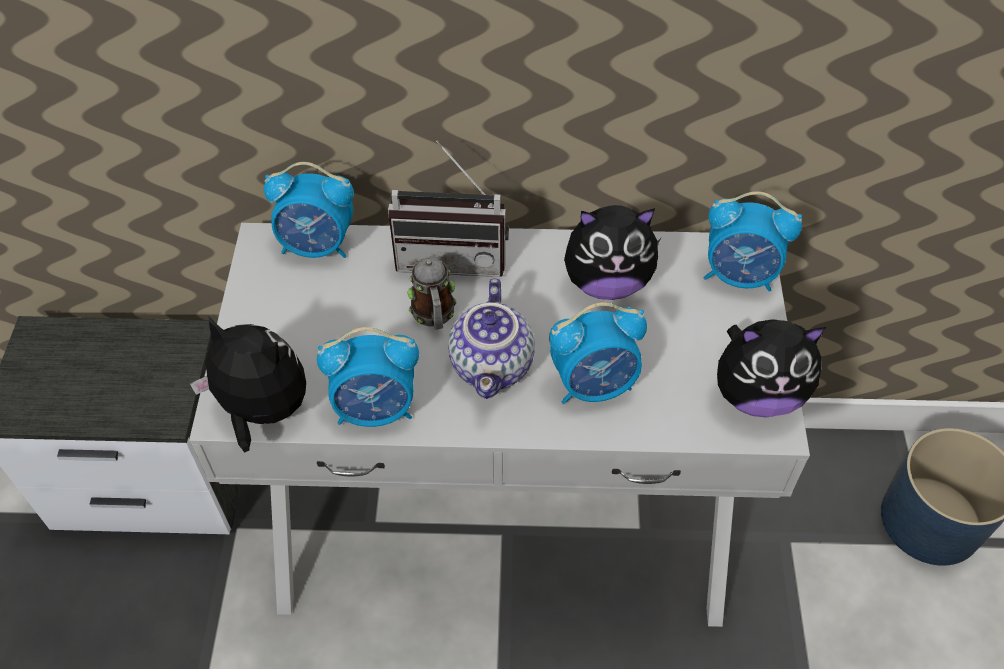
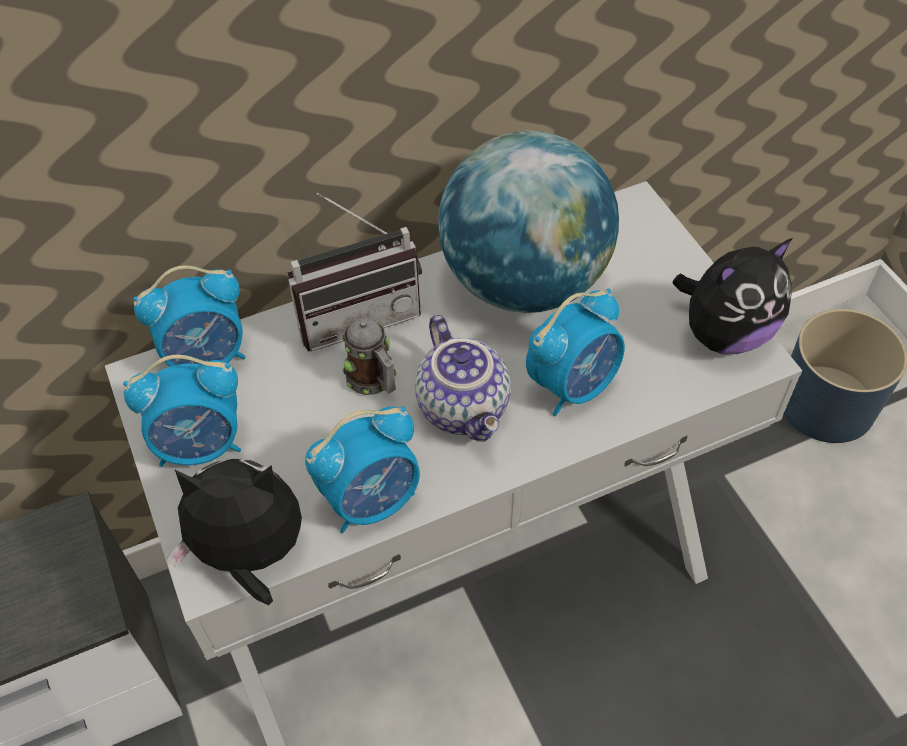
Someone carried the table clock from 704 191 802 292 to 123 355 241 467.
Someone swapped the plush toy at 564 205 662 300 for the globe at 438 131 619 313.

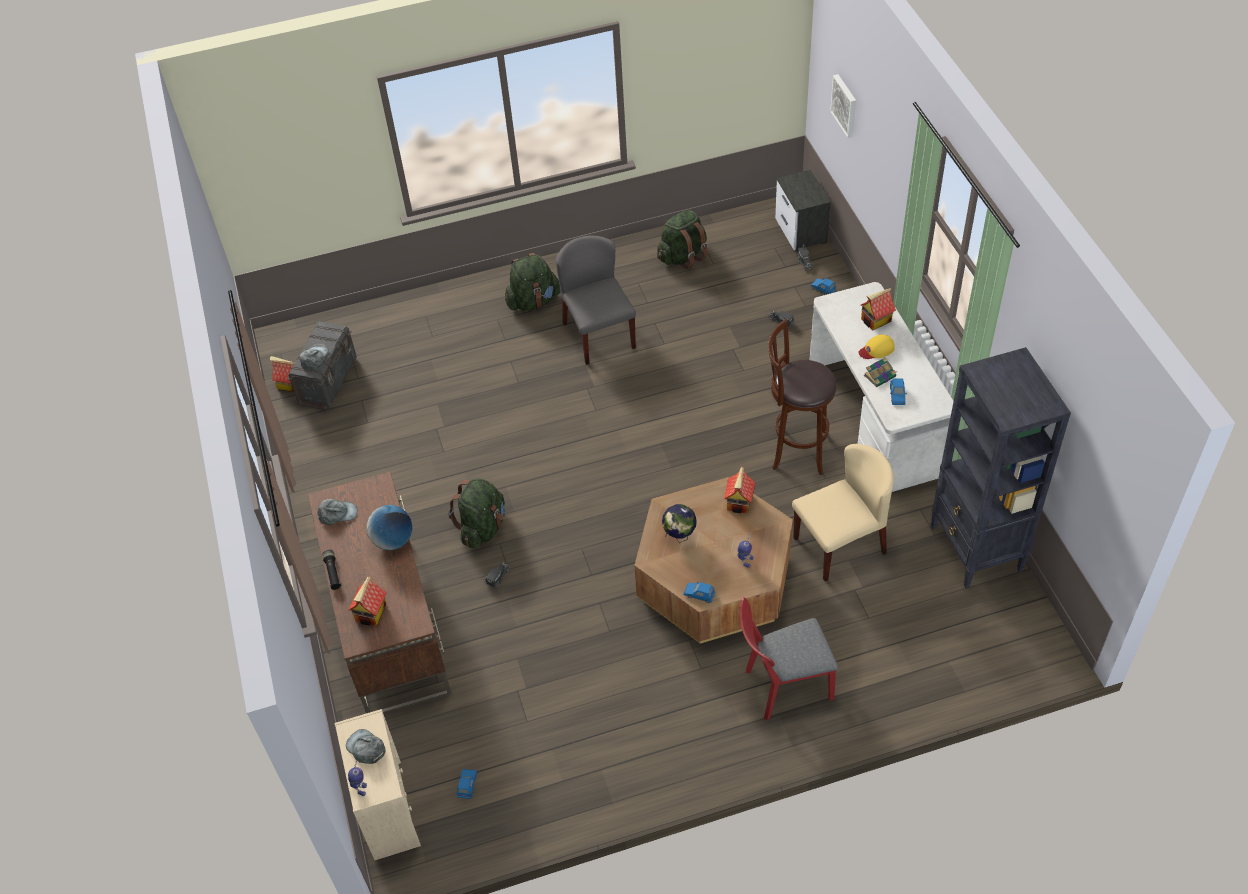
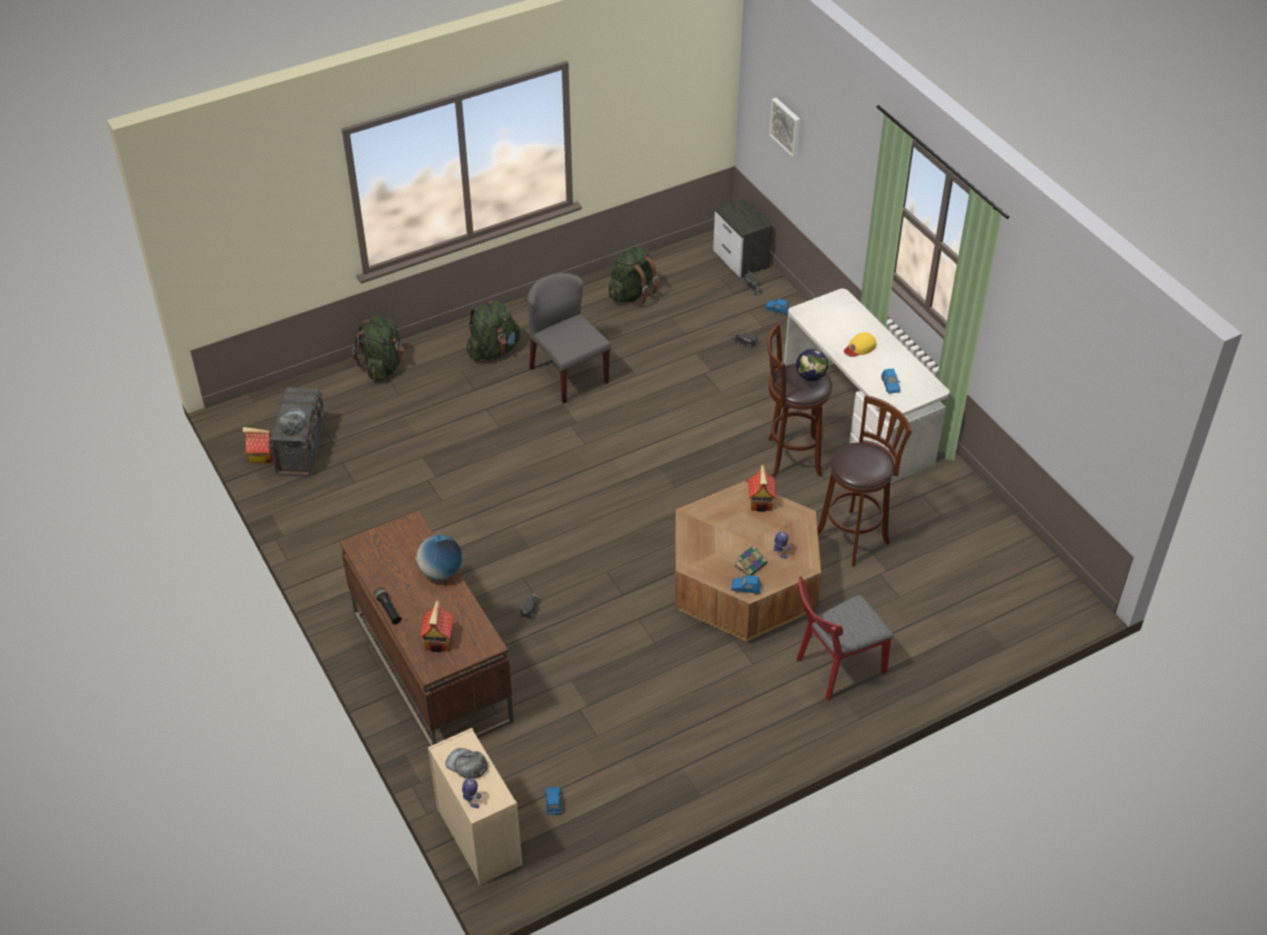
Someone took away the toy house at 861 288 896 330.
Someone took away the black shelving unit at 930 347 1071 588.
Someone carried the book from 864 357 896 387 to 734 544 767 576.
Someone swapped the beige-coloured chair at 792 444 894 581 for the brown sitting stool at 817 395 912 567.
Someone carried the green knapsack from 448 479 505 549 to 353 316 404 380.
Someone took away the grey peaked cap at 317 499 358 525.
Someone carried the globe from 662 504 697 543 to 796 349 828 387.

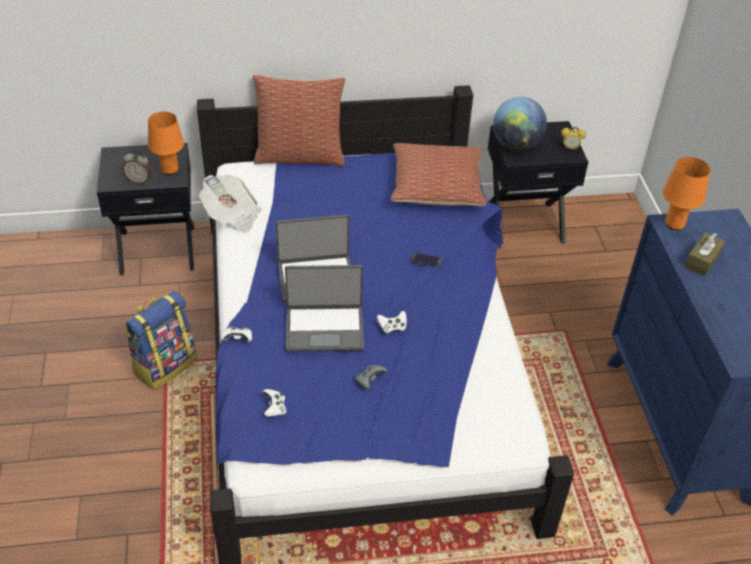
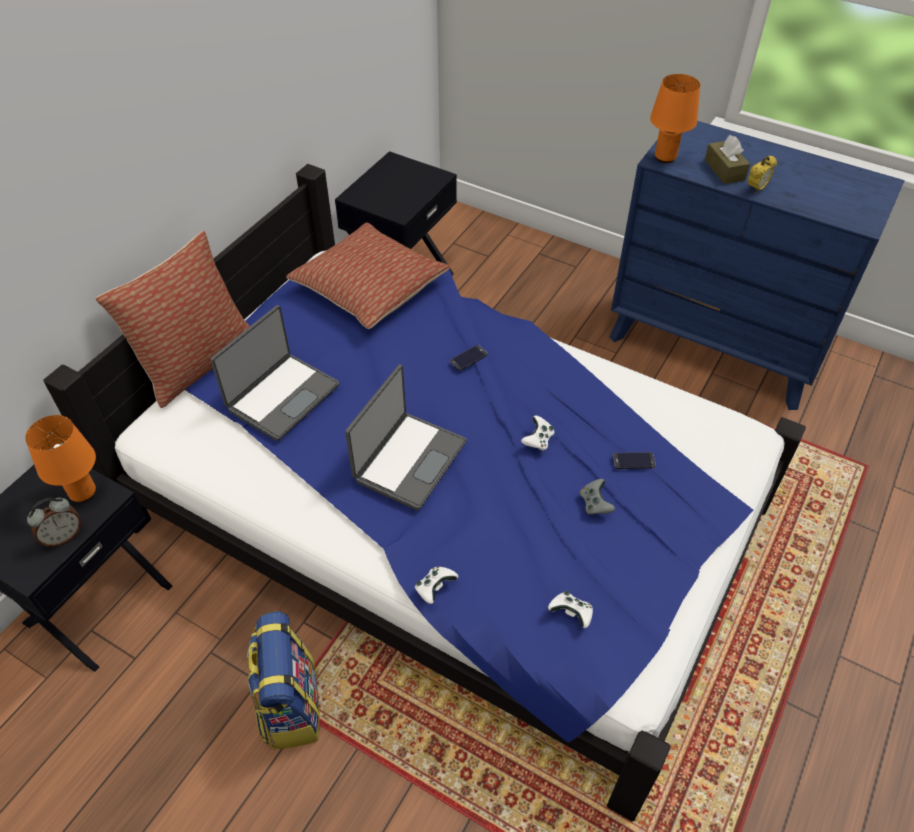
Someone took away the globe at 493 97 547 150.
Someone carried the table clock from 561 127 586 150 to 748 156 777 193.
Someone took away the printed paper at 199 175 261 233.
Someone carried the notebook computer from 285 265 364 352 to 210 305 340 441.
Someone put down the handset at 613 452 655 469.

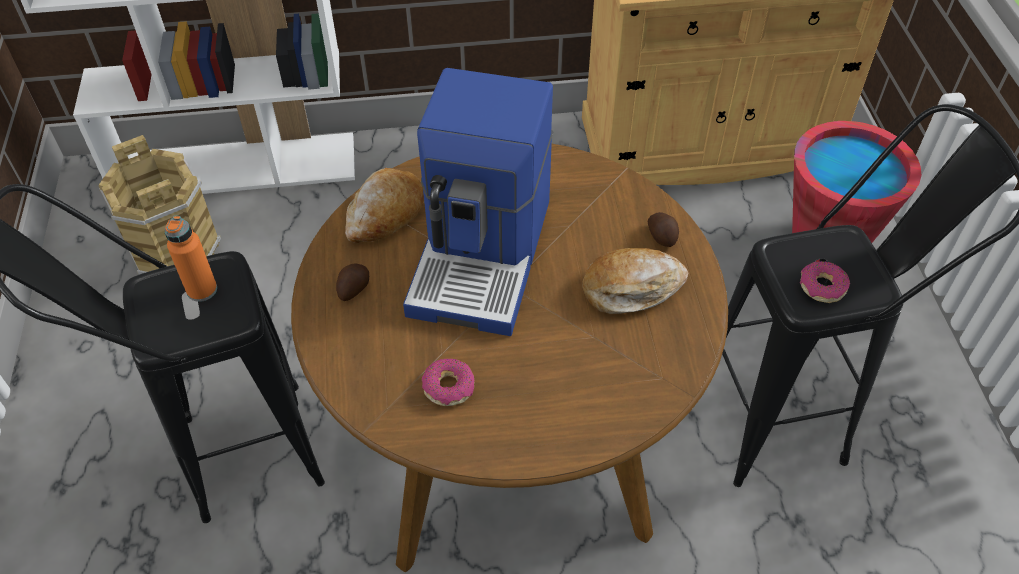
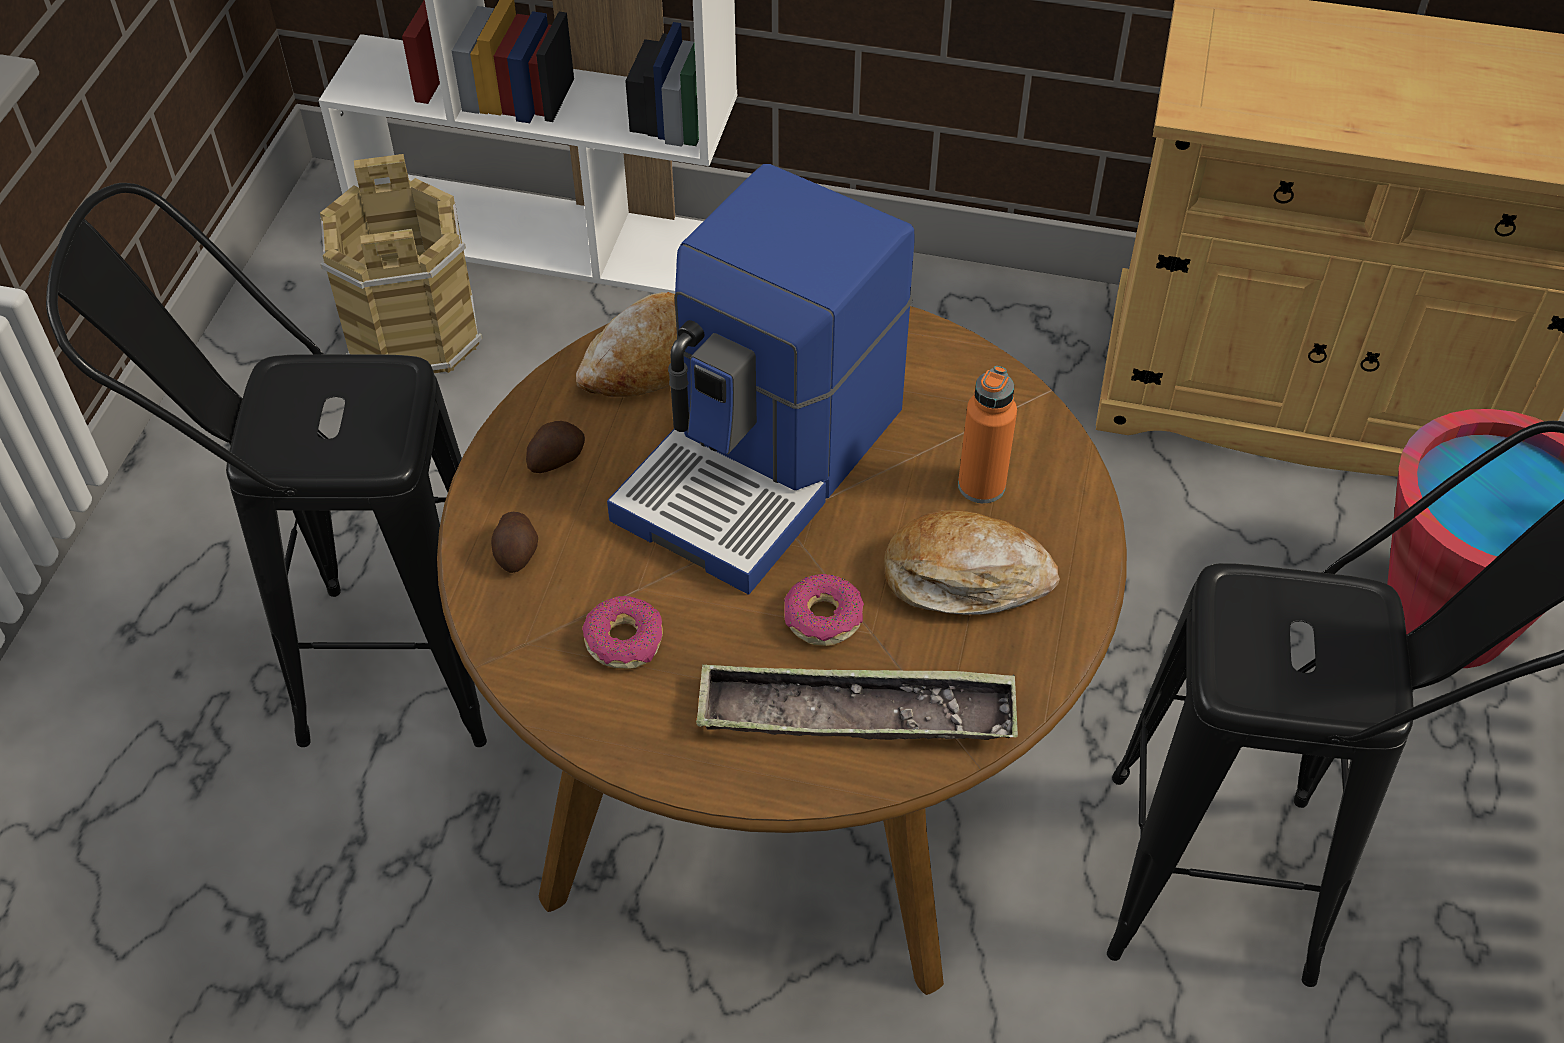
Someone carried the whole potato from 648 212 679 247 to 491 512 538 573.
Someone carried the orange-coloured bottle from 165 216 217 302 to 958 366 1017 503.
Someone carried the ring doughnut from 800 261 850 303 to 784 574 864 646.
Someone put down the tray at 696 663 1018 740.

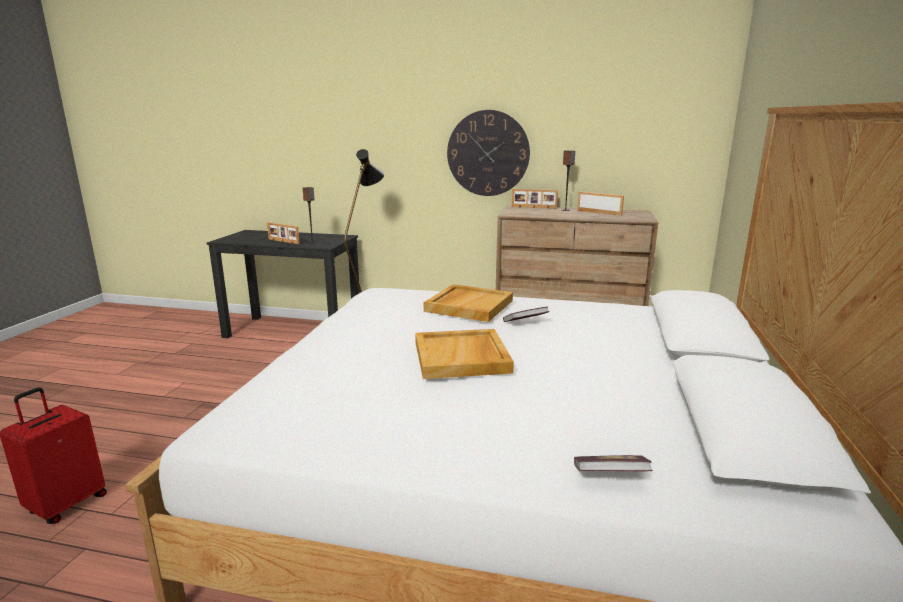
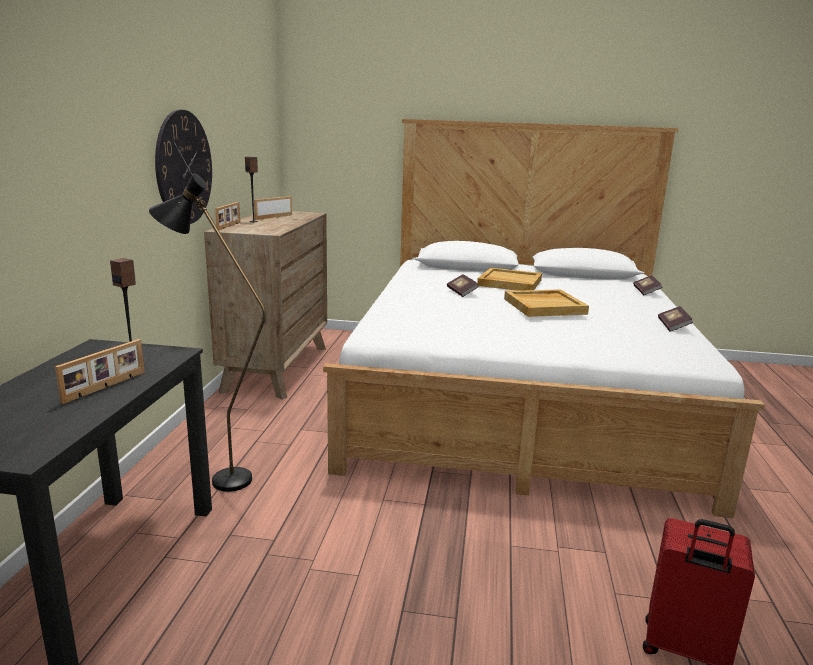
Someone carried the beige-coloured tray from 424 284 513 322 to 477 268 542 291.
Someone put down the book at 658 306 693 332.

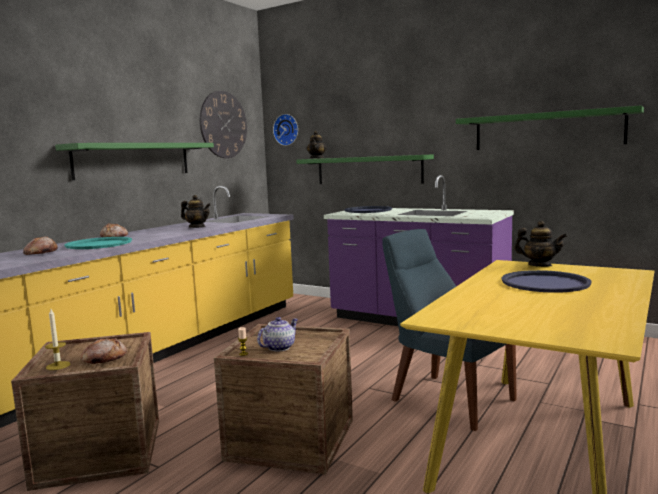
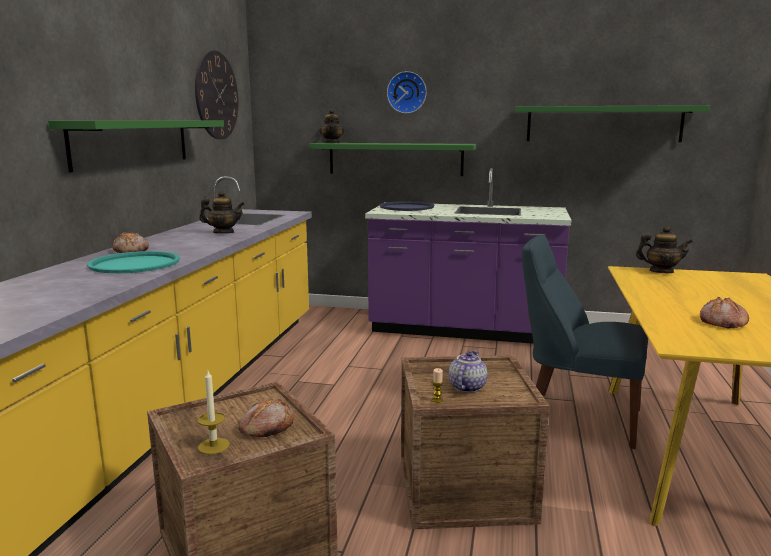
Someone carried the clock on the wall from 273 114 298 146 to 387 71 427 114.
Someone carried the baked bread from 23 236 58 255 to 700 297 749 329.
Someone took away the bluish tray at 501 270 592 293.

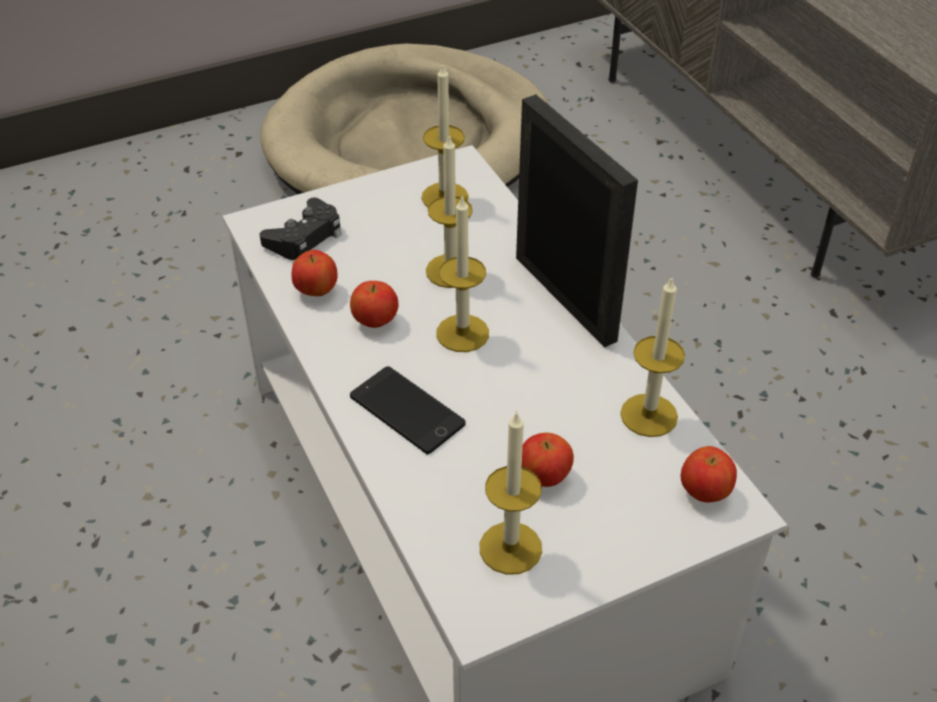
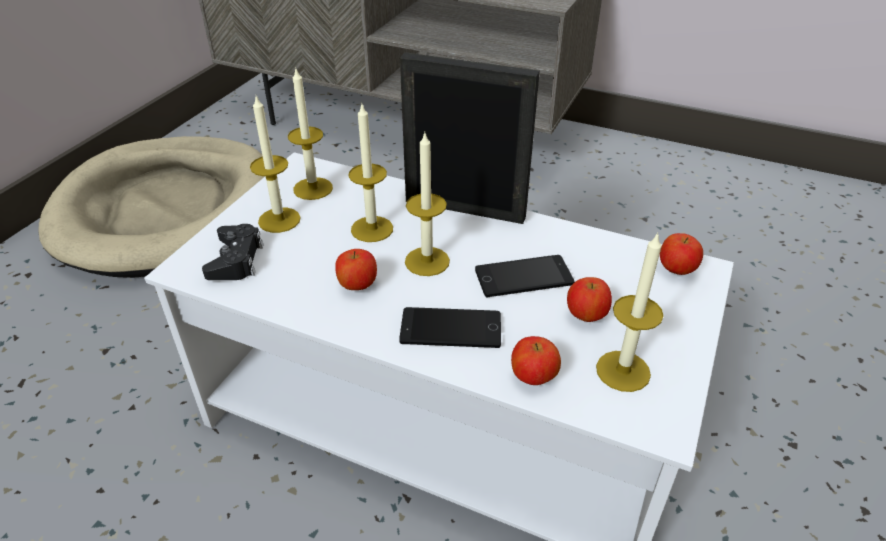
Someone carried the apple from 292 250 338 296 to 511 336 561 385.
Someone carried the wax light from 620 277 685 437 to 250 96 301 233.
Someone put down the handset at 475 255 574 297.

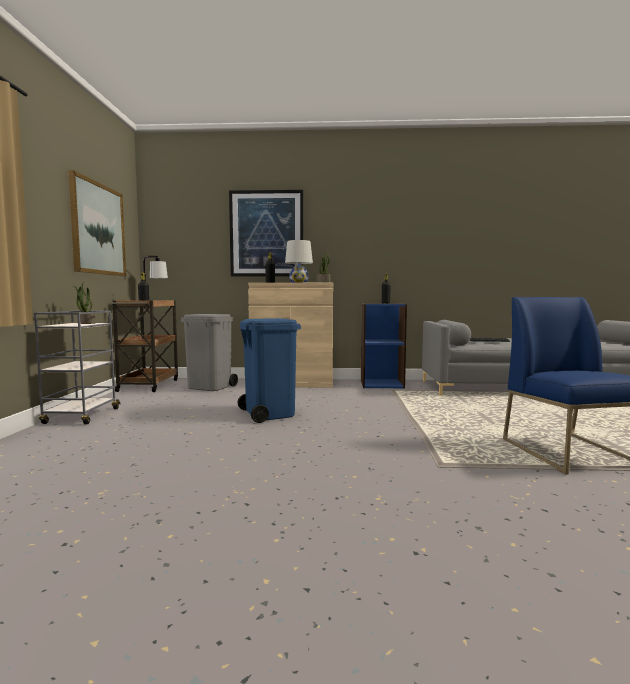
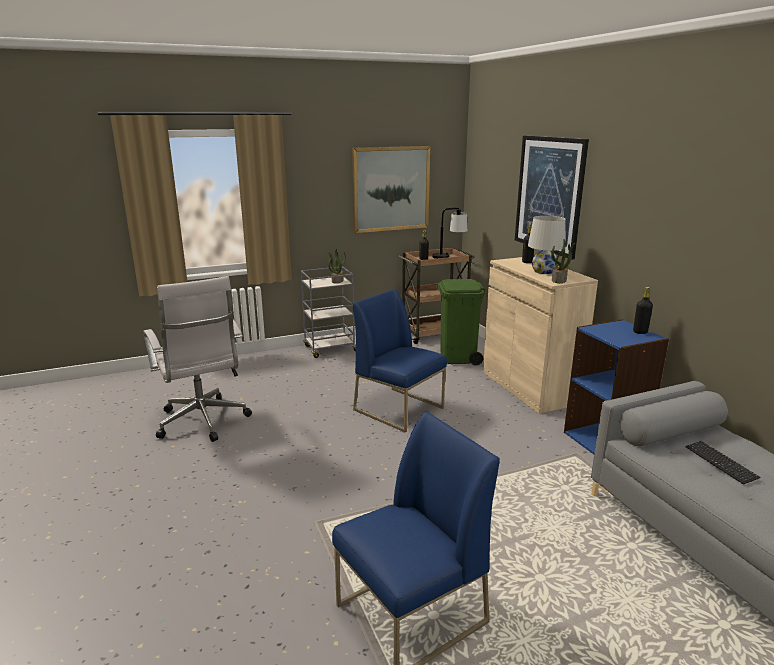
Someone repainted the grey trash can at 181 314 238 391, which became the green trash can at 438 279 485 365.
Someone swapped the bluish trash can at 237 318 301 423 for the bluish chair at 353 289 447 433.
Someone put down the white office chair at 143 276 252 442.

